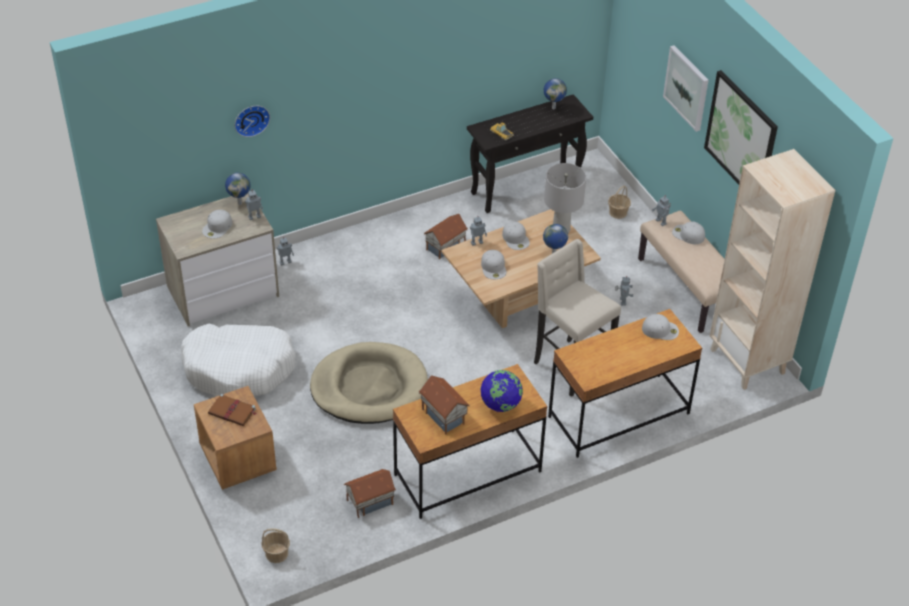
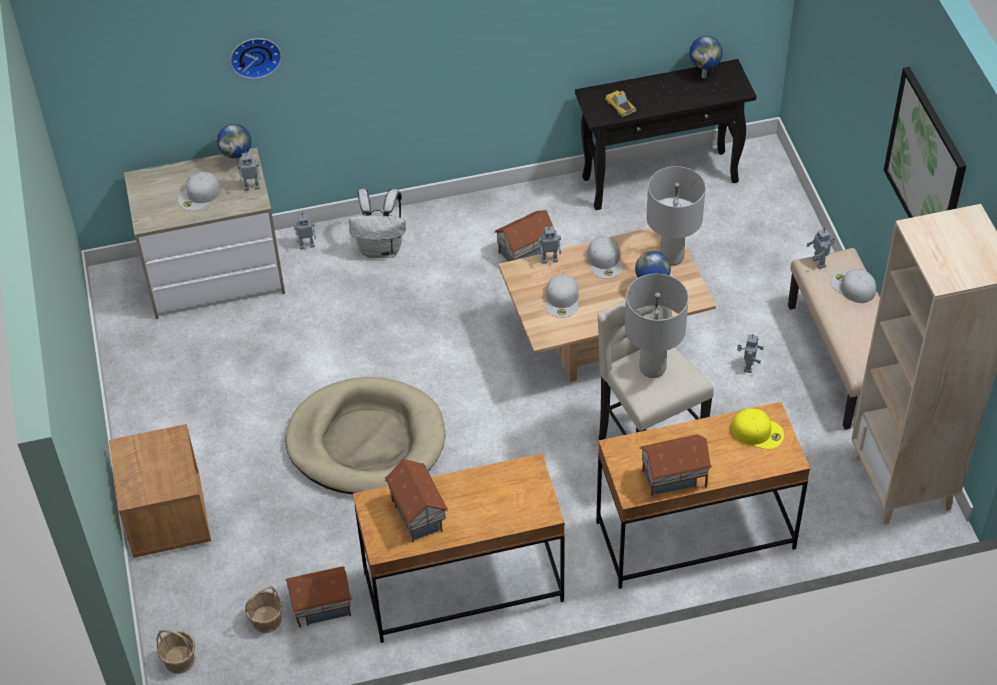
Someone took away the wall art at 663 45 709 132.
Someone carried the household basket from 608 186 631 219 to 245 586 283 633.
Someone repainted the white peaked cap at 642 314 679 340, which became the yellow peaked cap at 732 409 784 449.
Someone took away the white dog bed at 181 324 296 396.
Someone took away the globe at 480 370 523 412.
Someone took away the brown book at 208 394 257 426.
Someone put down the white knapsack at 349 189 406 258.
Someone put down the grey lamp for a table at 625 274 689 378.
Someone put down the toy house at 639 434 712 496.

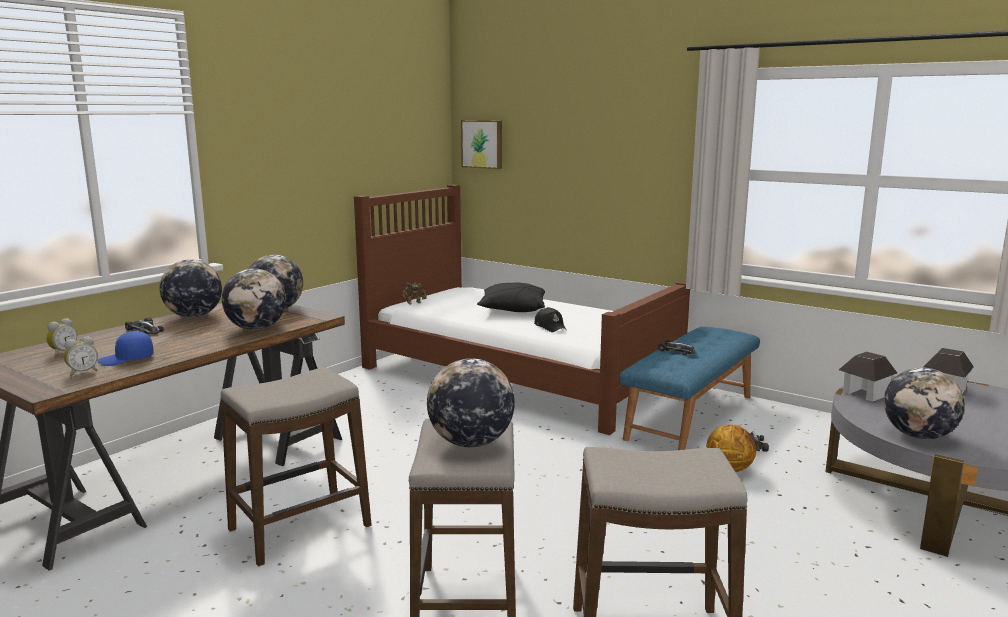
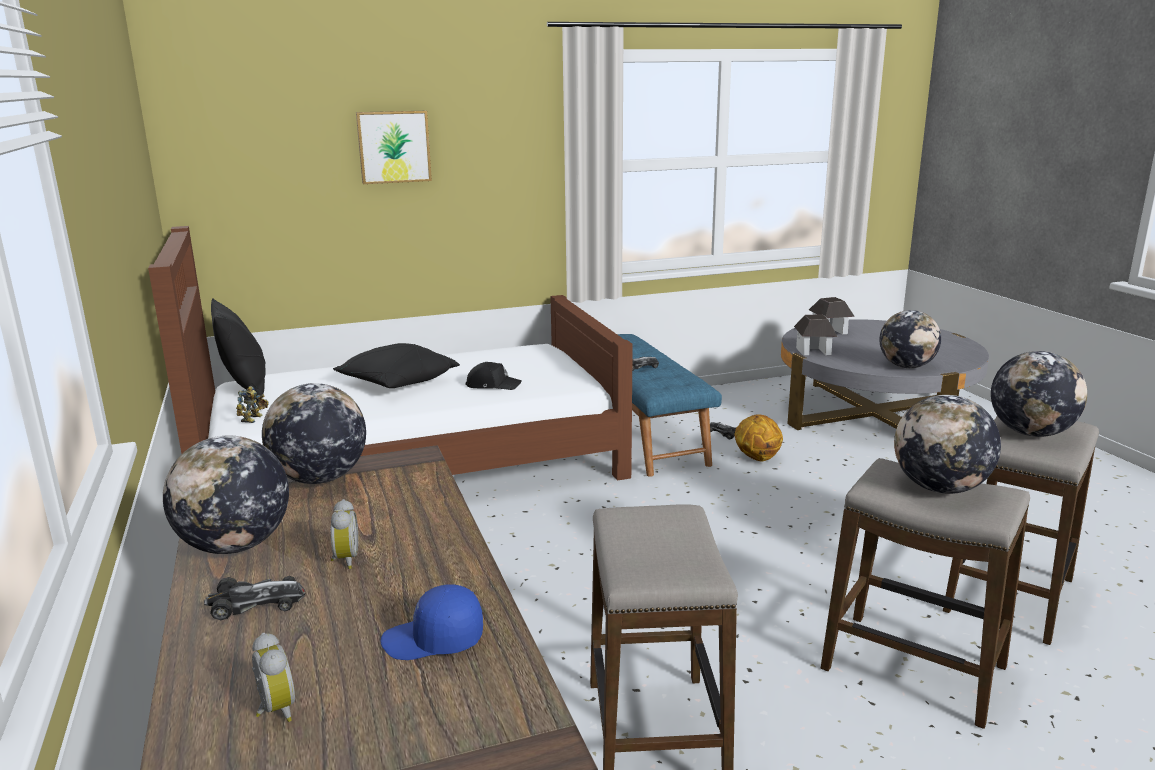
Someone carried the wall art from 461 120 502 169 to 356 111 432 184.
Someone carried the globe from 222 268 286 330 to 991 351 1087 437.
Someone rotated the bluish peaked cap at 97 331 154 366 by 75 degrees clockwise.
Someone carried the table clock from 64 336 98 376 to 330 499 358 569.
Someone put down the black throw pillow at 211 298 266 396.

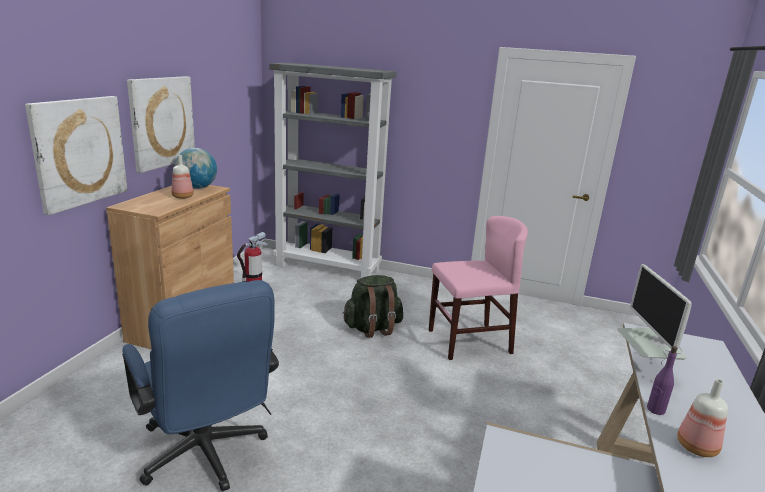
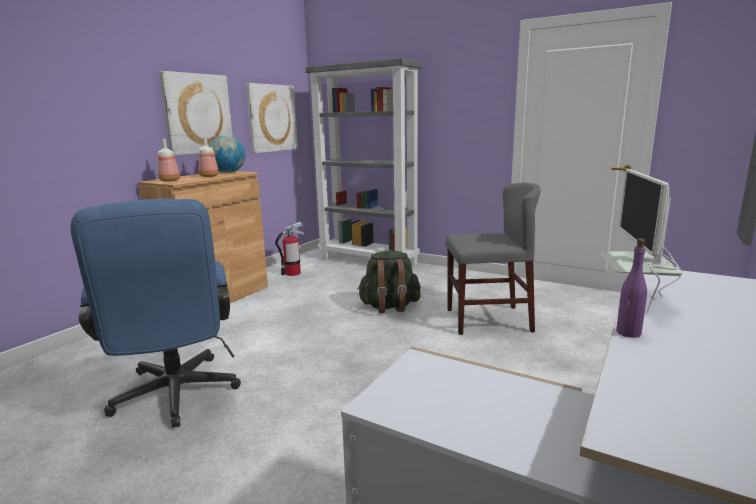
Someone carried the wall art from 25 96 127 215 to 246 83 298 153.
Someone repainted the pink chair at 429 216 528 360, which became the grey chair at 445 183 541 335.
Someone carried the bottle from 677 379 728 457 to 158 139 180 182.

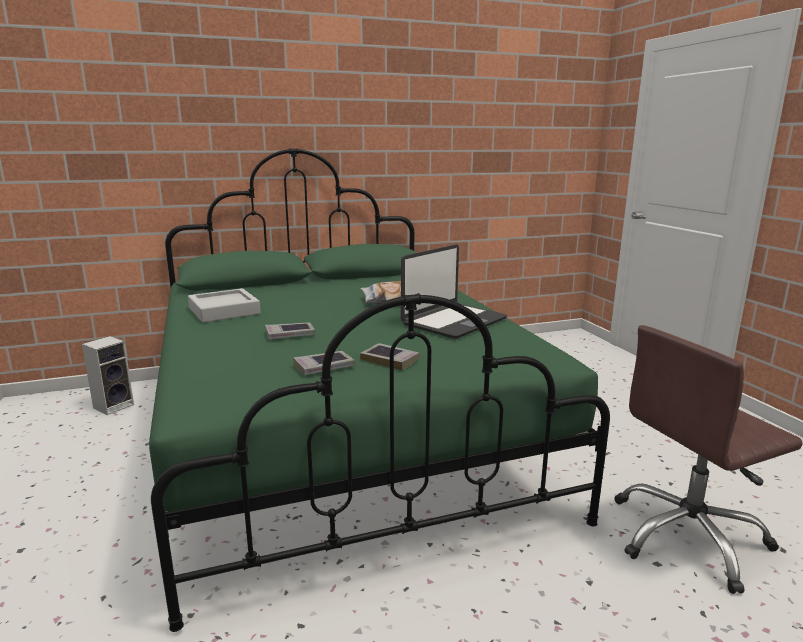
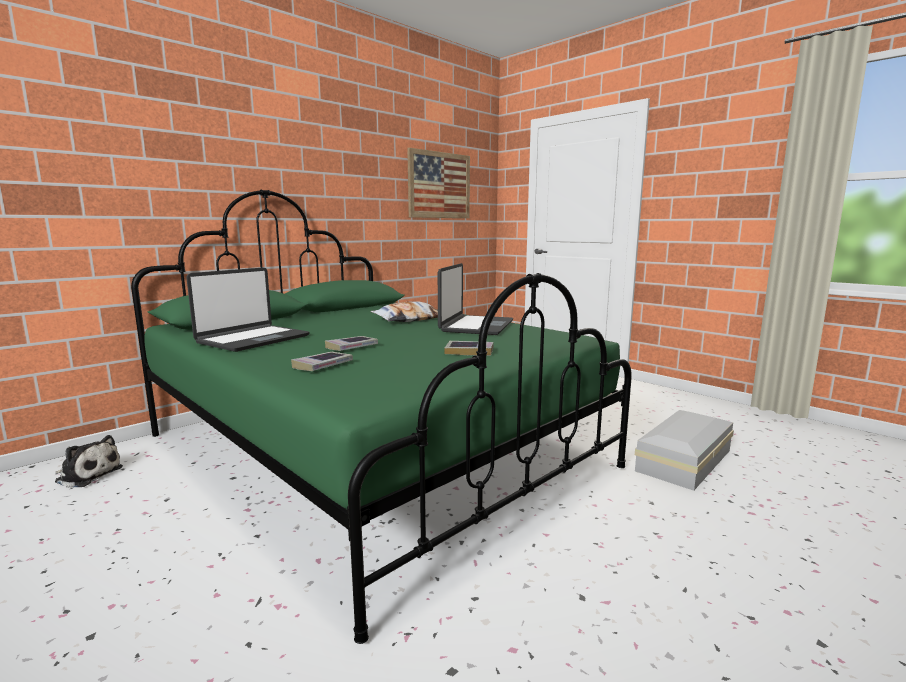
Someone swapped the grey tray at 188 288 261 323 for the notebook computer at 186 267 310 352.
Someone swapped the brown office chair at 614 325 803 594 for the white storage box at 635 410 734 491.
Someone swapped the speaker at 82 336 134 415 for the plush toy at 55 435 123 488.
Someone carried the book from 293 351 355 375 to 291 352 353 371.
Someone put up the wall art at 407 148 470 218.

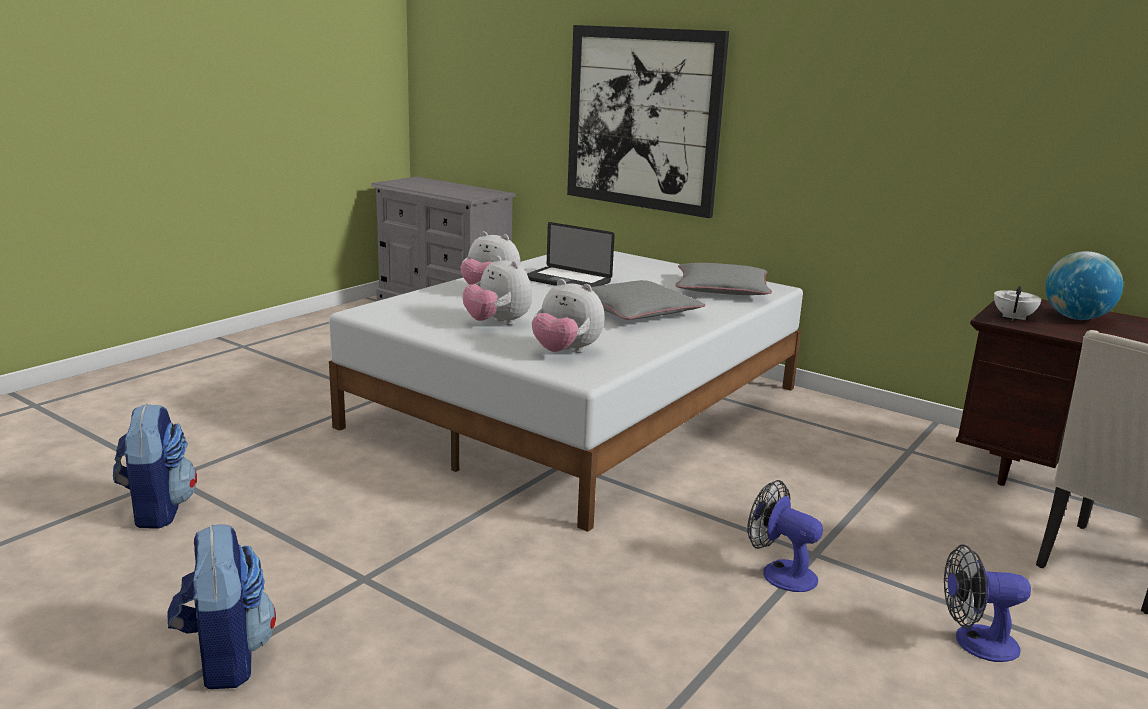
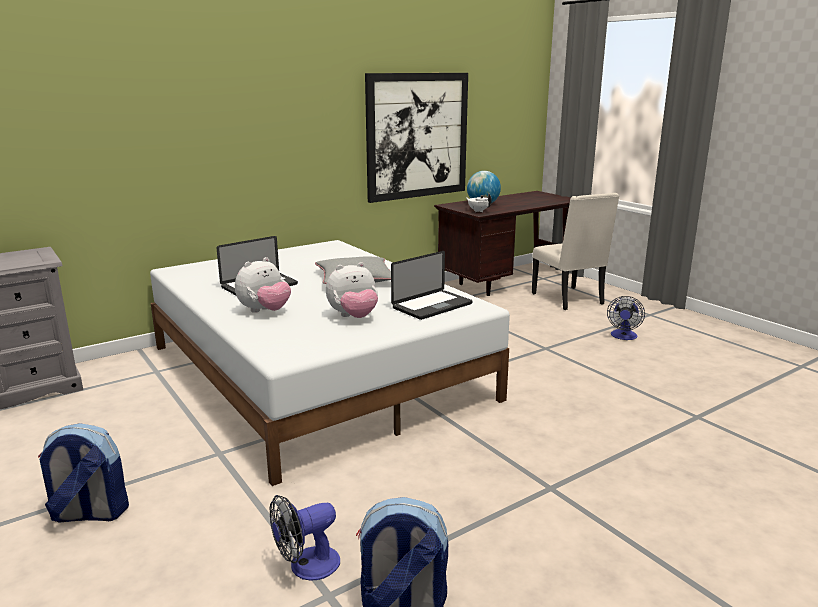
Someone carried the wall art from 567 25 729 218 to 365 73 468 203.
Someone took away the grey throw pillow at 675 263 772 295.
Someone swapped the plush toy at 532 279 605 353 for the notebook computer at 391 251 472 320.
Someone carried the cooling fan from 747 480 823 592 to 270 495 340 581.
Someone carried the knapsack from 167 524 276 689 to 38 423 129 523.

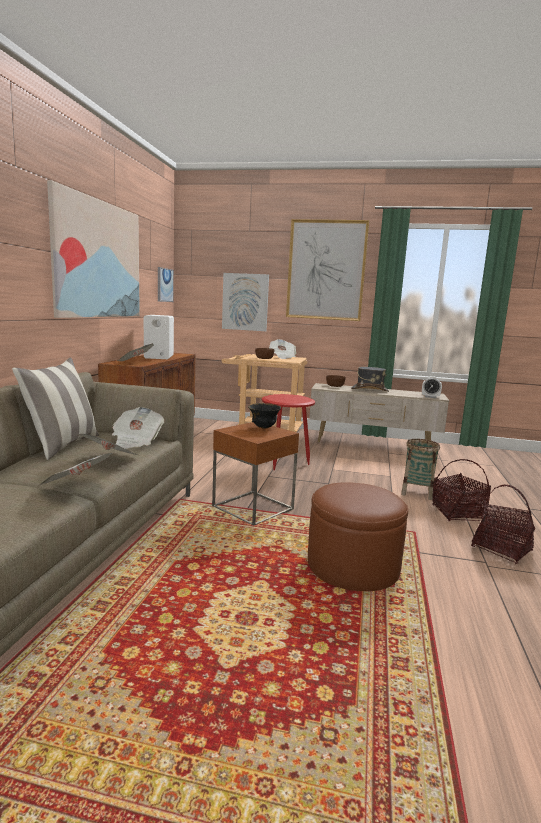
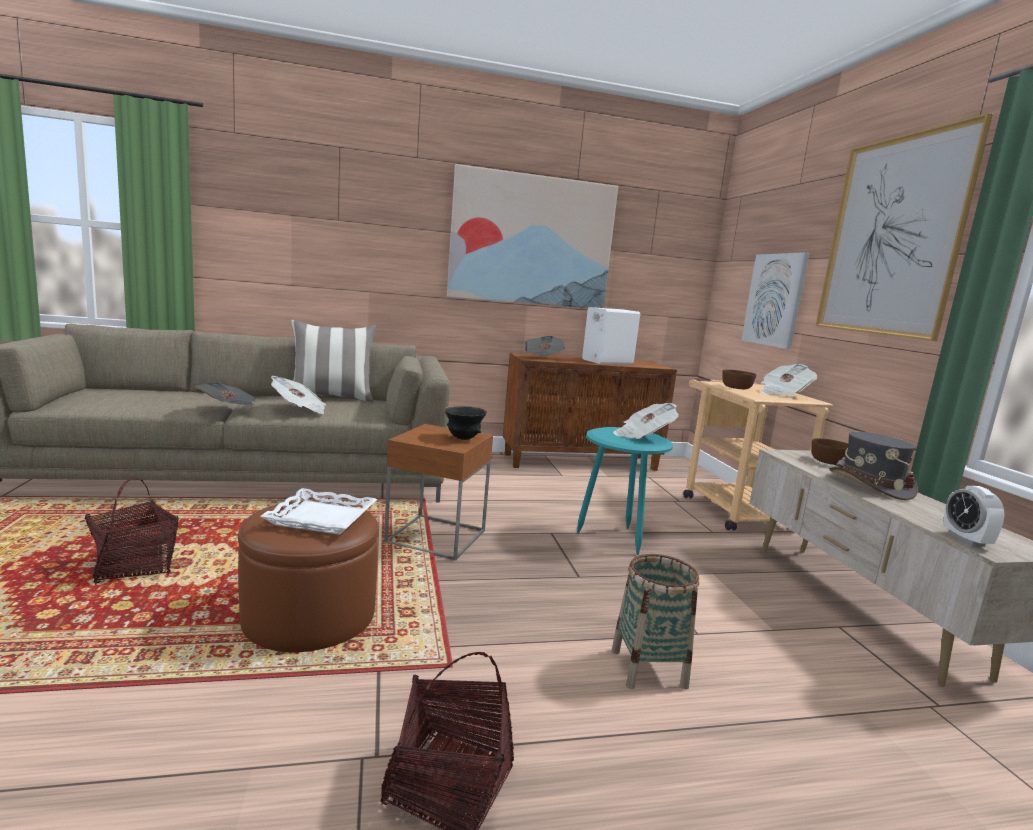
Someone took away the wall art at 158 267 174 302.
Someone repainted the red end table at 262 394 315 471, which became the blue-green end table at 577 427 673 555.
Someone carried the printed paper from 112 407 164 449 to 613 403 679 439.
Someone carried the household basket from 433 459 491 521 to 85 477 179 585.
Someone put down the white tray at 260 488 377 535.

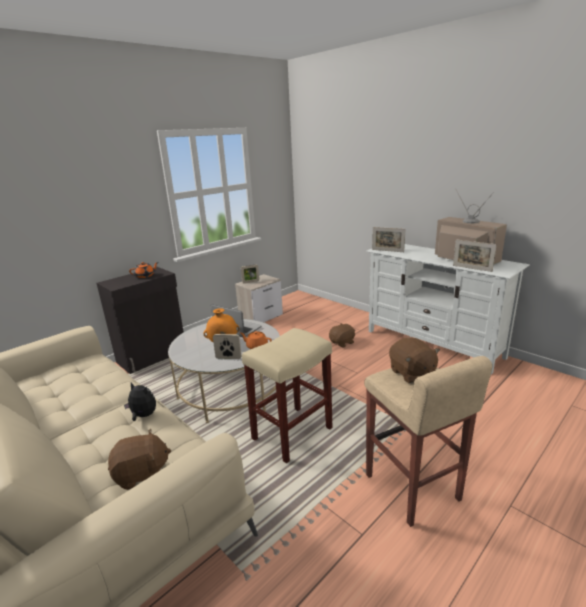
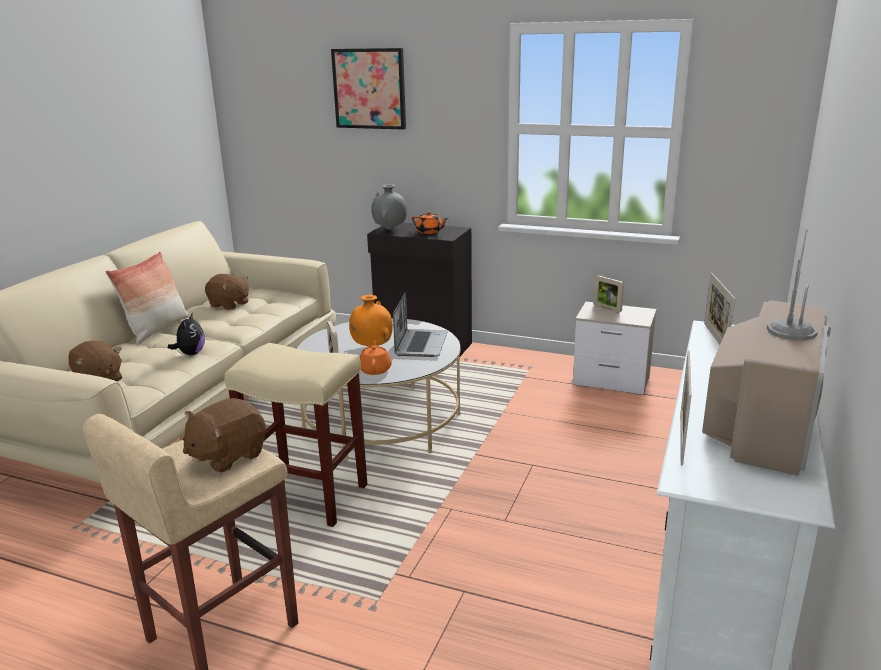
Someone carried the brown plush toy from 329 323 356 348 to 205 274 249 310.
Someone put up the wall art at 331 48 406 130.
Someone put down the grey decorative vase at 371 184 407 230.
Someone put down the throw pillow at 106 252 189 344.

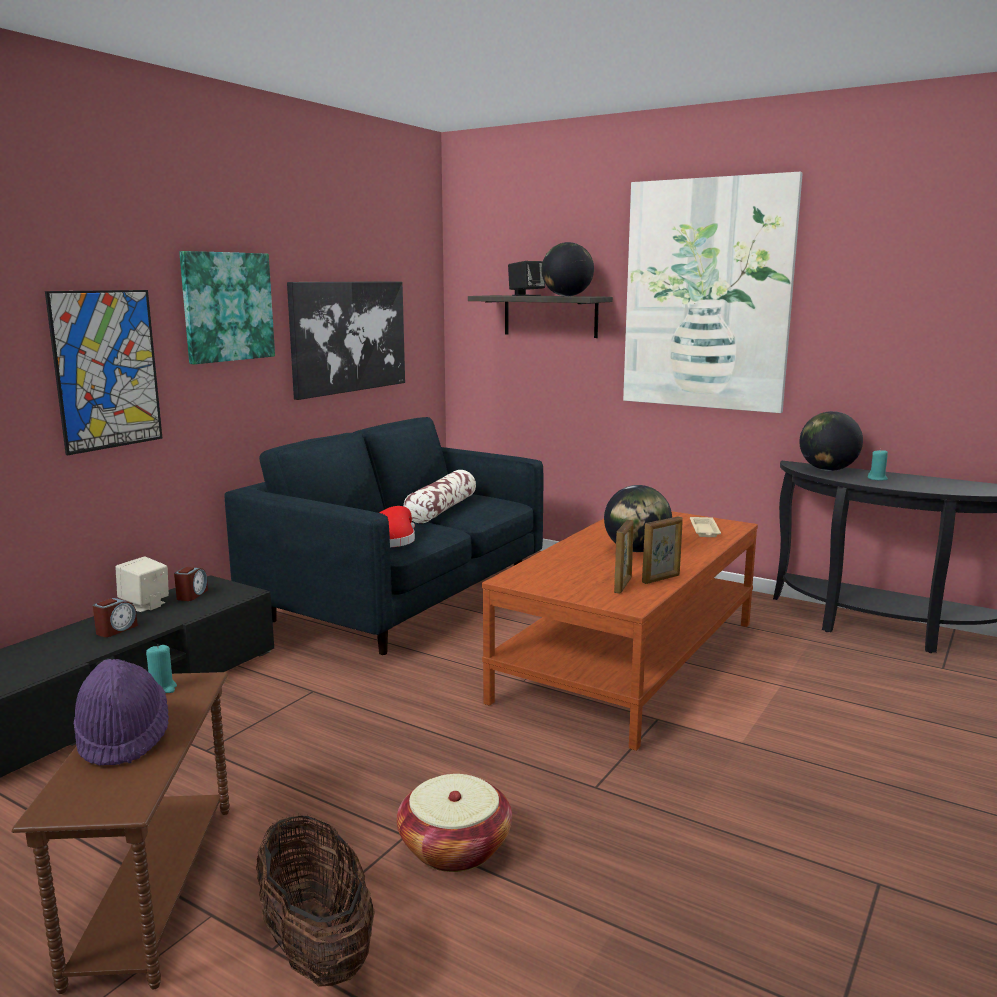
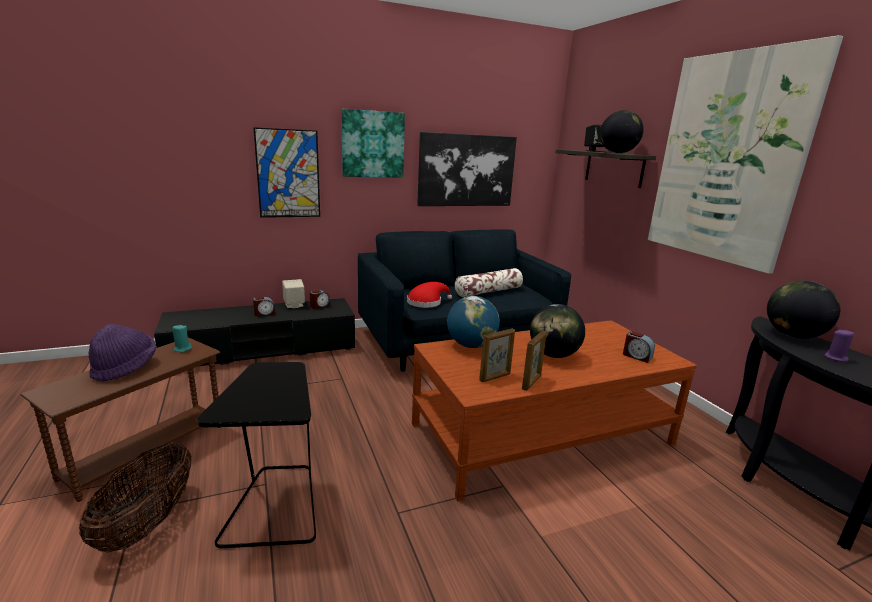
Someone repainted the blue-green wax light at 868 449 888 480, which became the purplish wax light at 824 329 854 362.
Someone rotated the standing frame at 642 516 683 584 by 60 degrees counterclockwise.
Someone swapped the beige-coloured tray at 690 517 721 537 for the table clock at 623 331 655 363.
Someone swapped the household basket at 397 774 512 872 for the black end table at 197 362 316 549.
Someone put down the globe at 447 296 500 348.

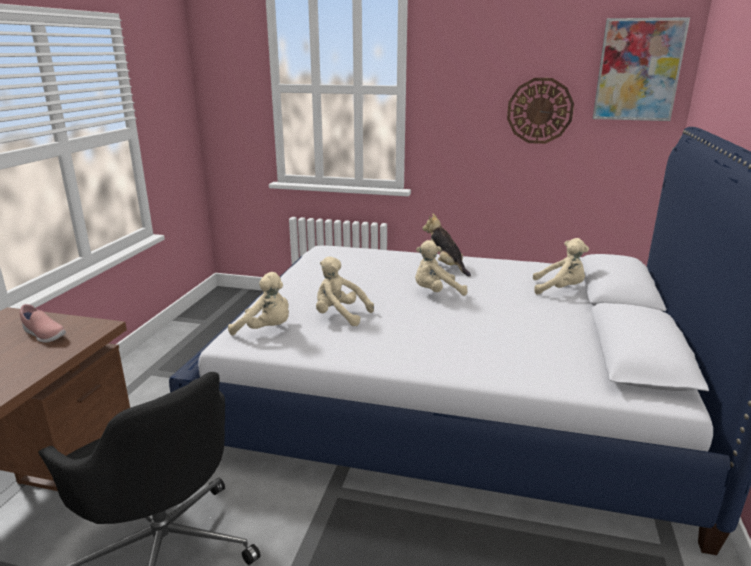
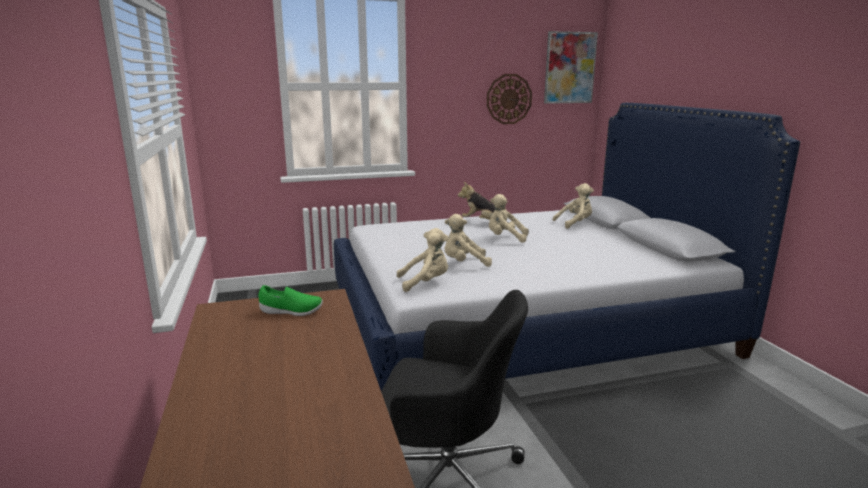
Someone rotated the beige-coloured plush toy at 415 240 468 296 by 60 degrees clockwise.
Someone repainted the pink low shoe at 20 304 66 343, which became the green low shoe at 258 285 323 316.

